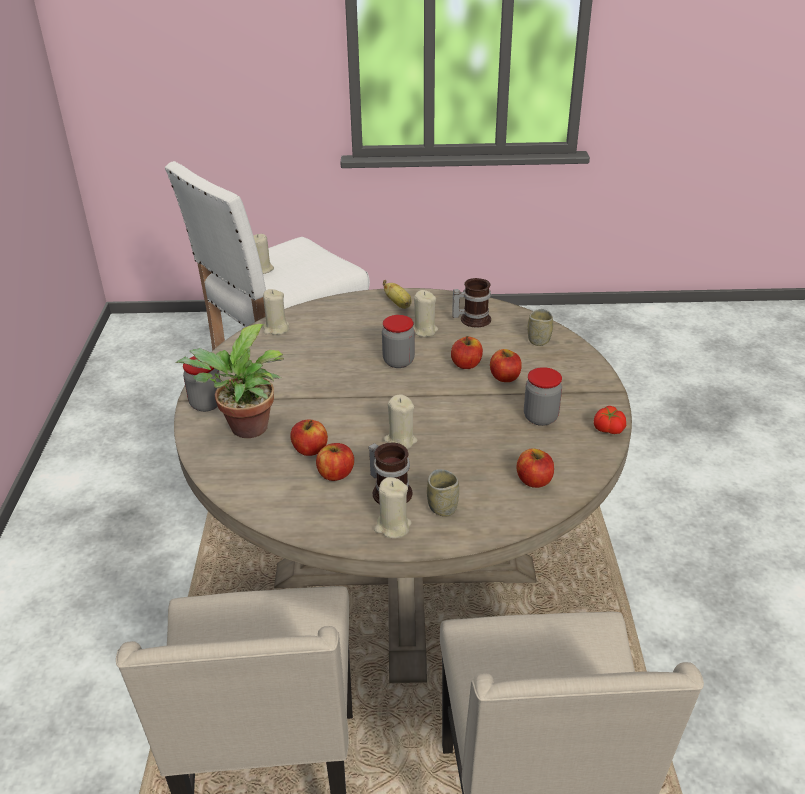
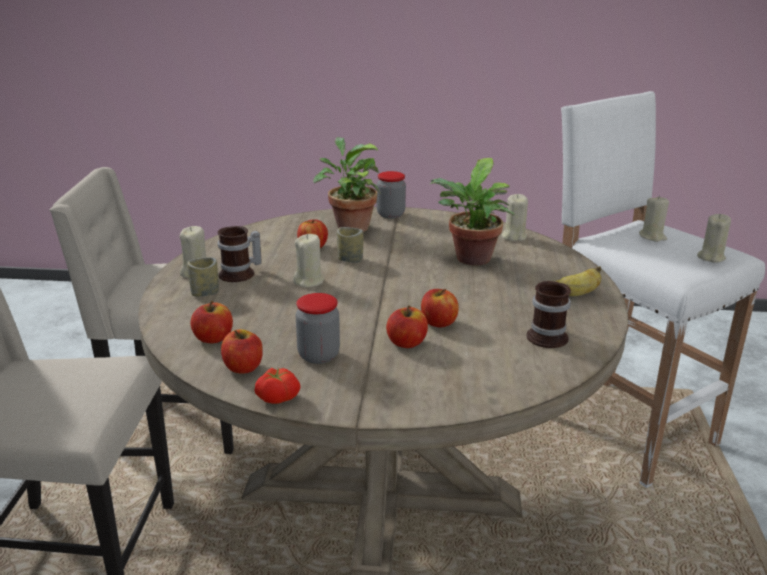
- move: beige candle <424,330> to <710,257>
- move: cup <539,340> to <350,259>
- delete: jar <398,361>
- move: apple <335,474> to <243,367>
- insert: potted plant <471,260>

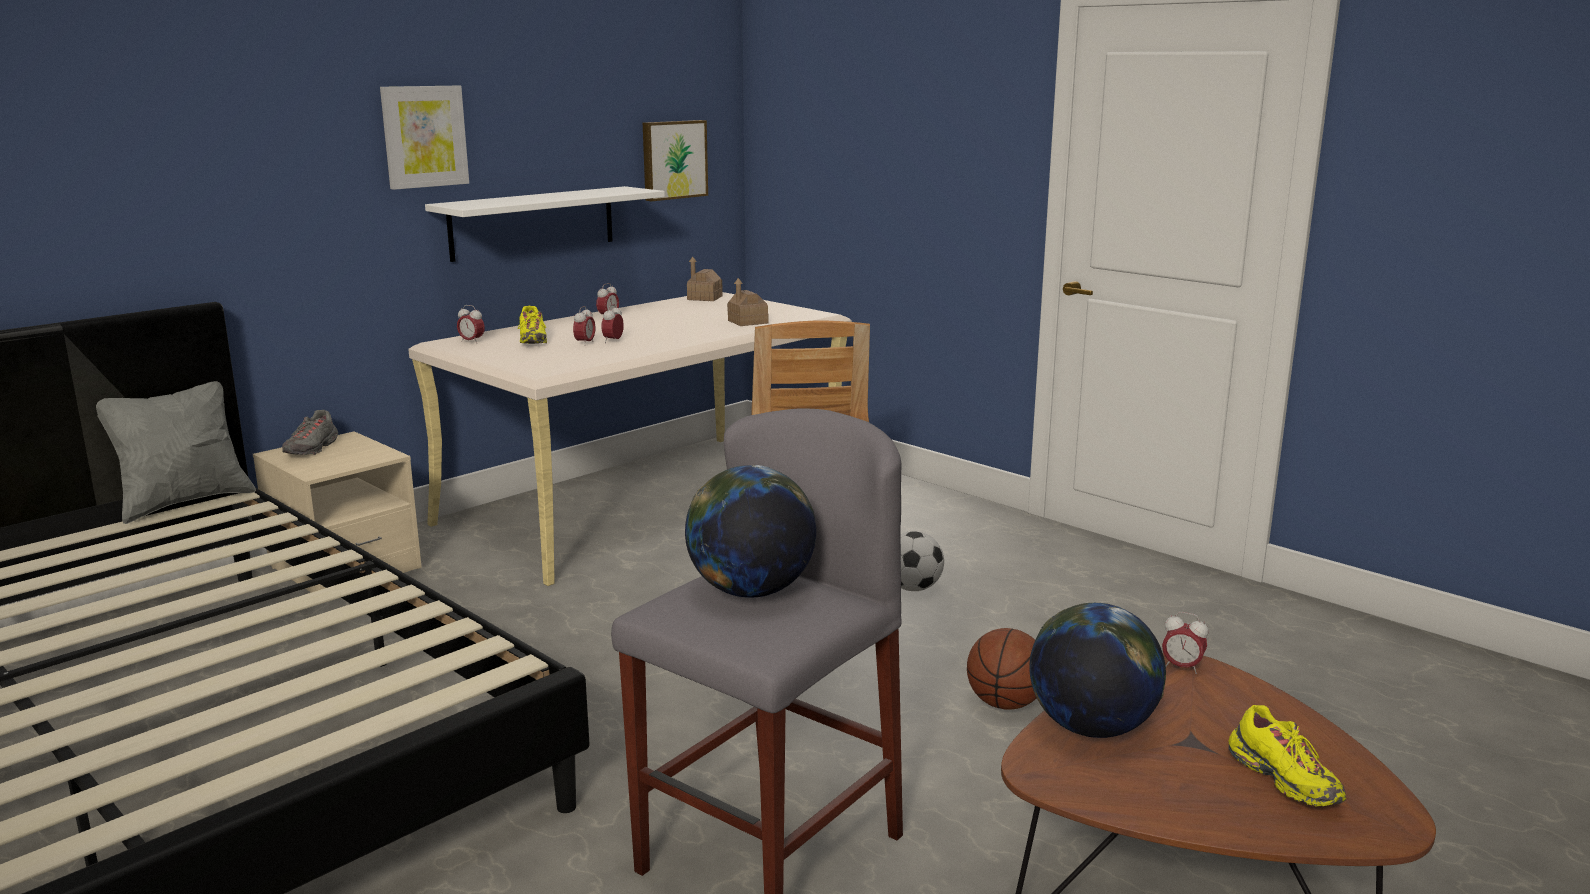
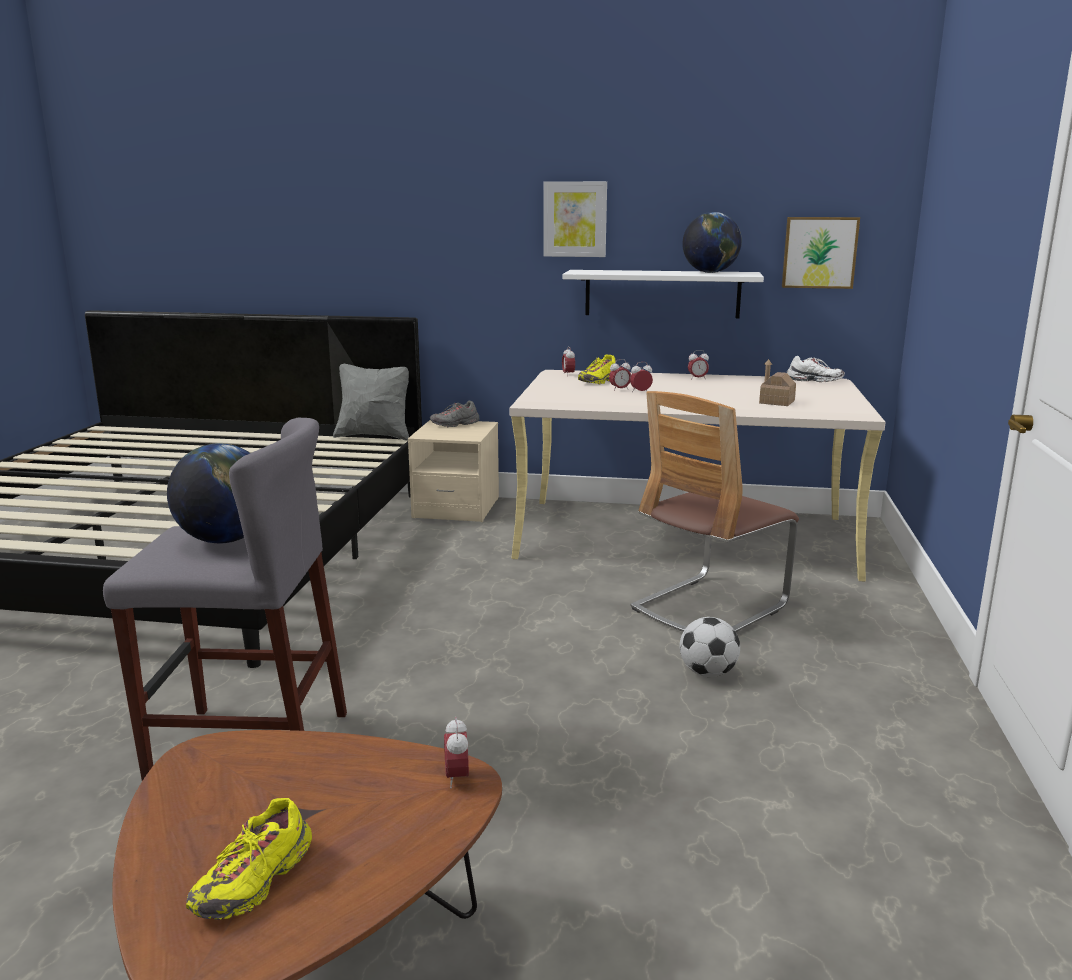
- replace: toy house <704,298> to white shoe <814,381>
- move: globe <1091,728> to <710,273>
- delete: basketball <1004,703>

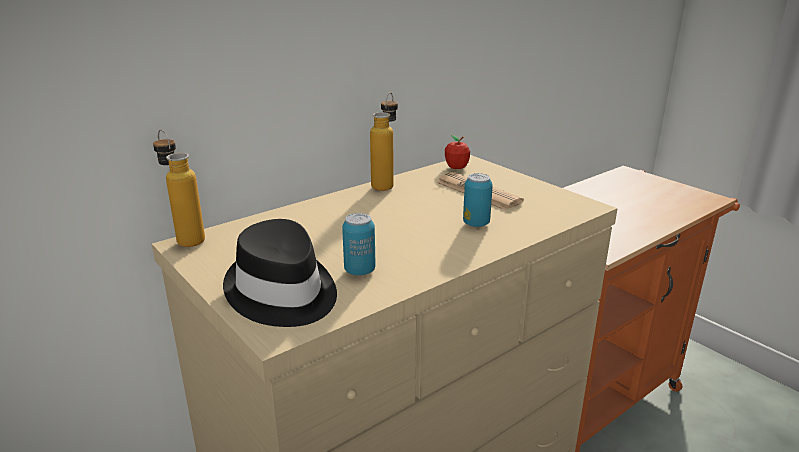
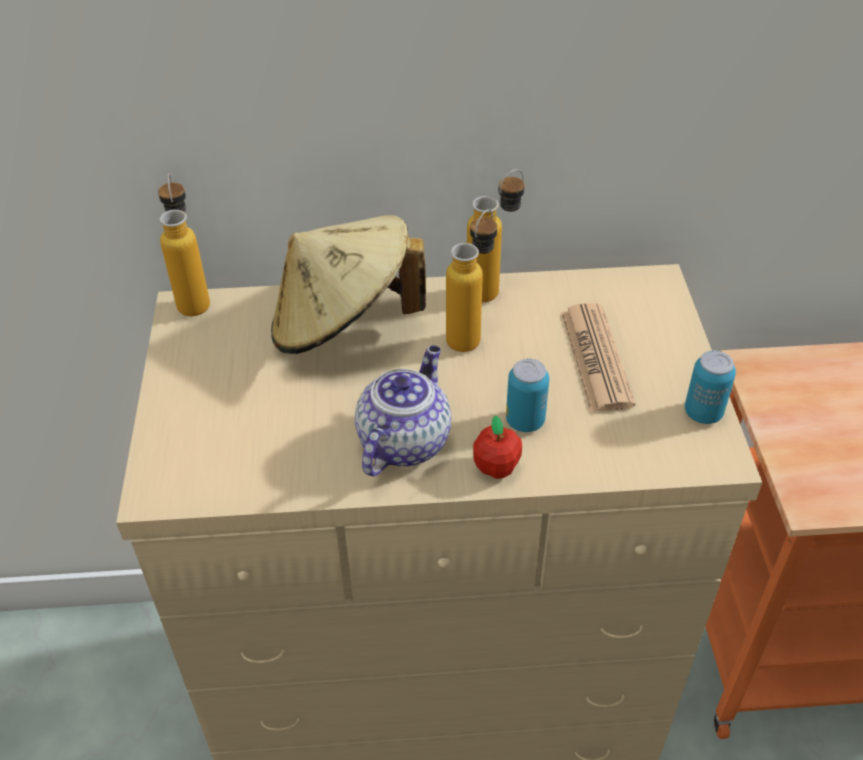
- move: apple <456,167> to <496,468>
- move: can <359,270> to <703,413>
- delete: black hat <282,293>
- insert: bottle <471,333>
- insert: beige hat <344,325>
- insert: teapot <404,441>

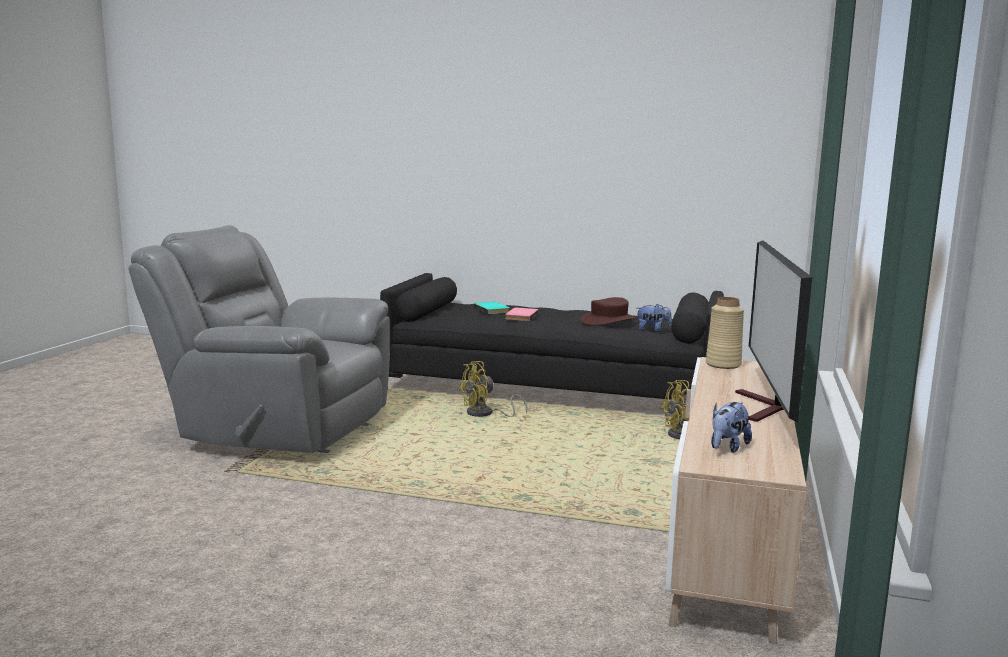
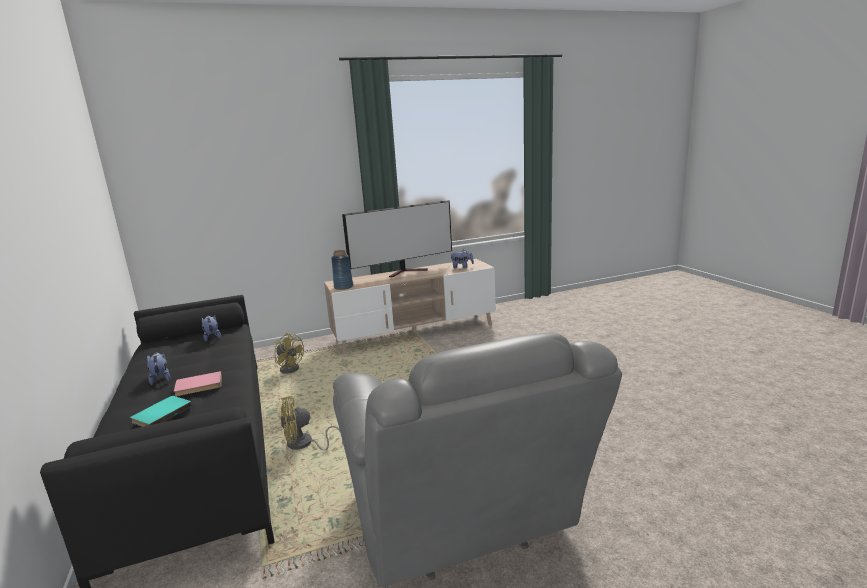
- delete: brown hat <609,321>
- recolor: beige vase <723,364> to blue vase <343,287>
- rotate: yellow fan <485,414> = <304,444> 135 degrees clockwise
- insert: plush toy <161,379>

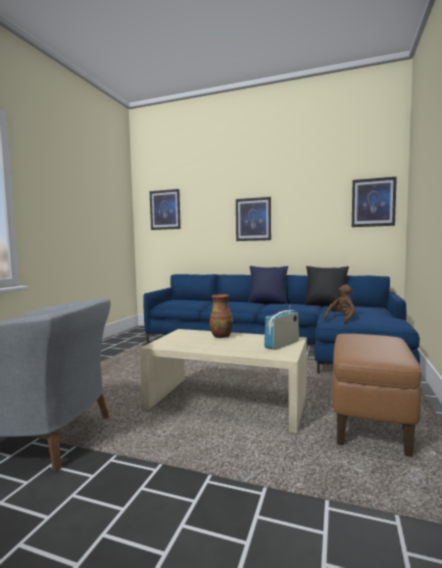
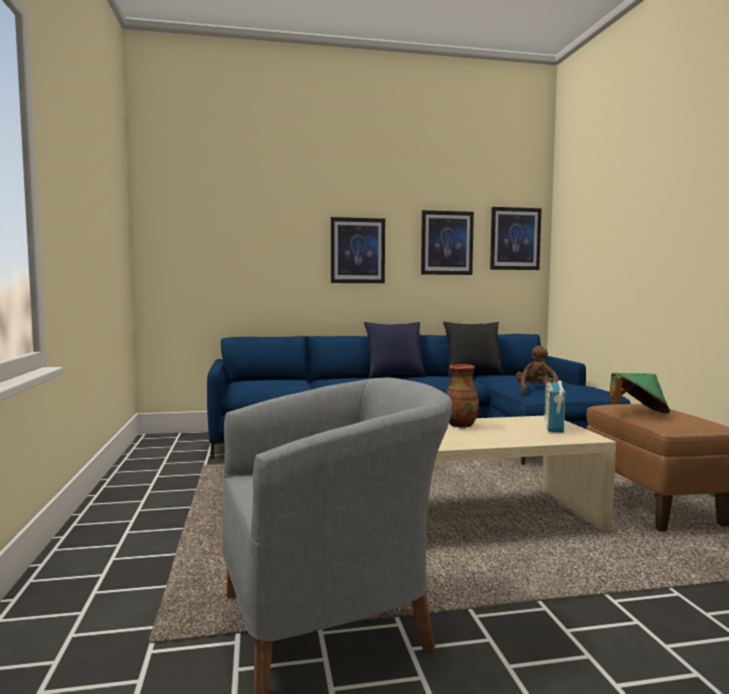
- move: picture <165,210> to <446,243>
- insert: green hat <638,412>

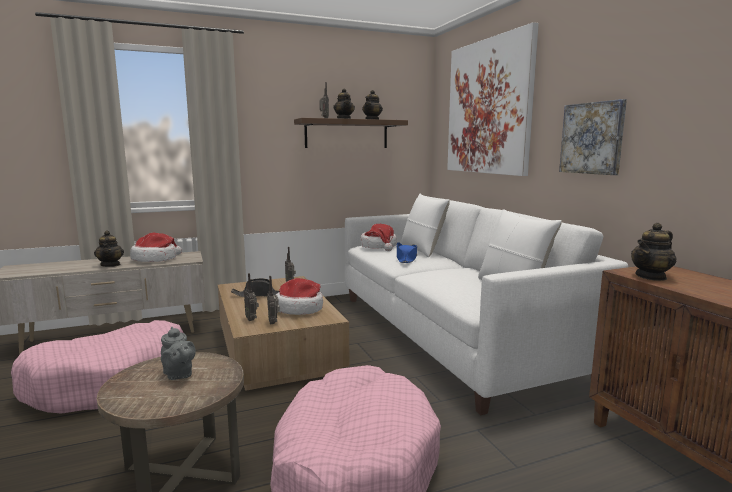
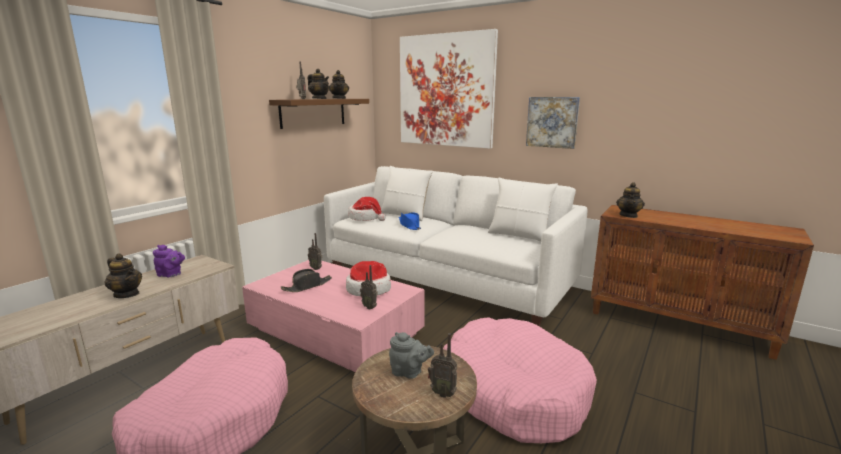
- replace: hat <156,259> to purple teapot <171,275>
- move: radio <252,319> to <442,393>
- recolor: brown coffee table <277,349> to pink coffee table <336,332>

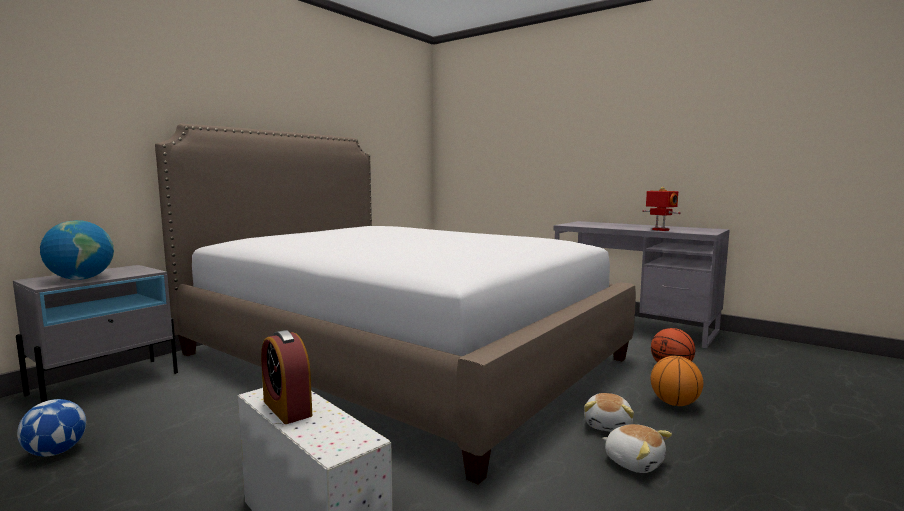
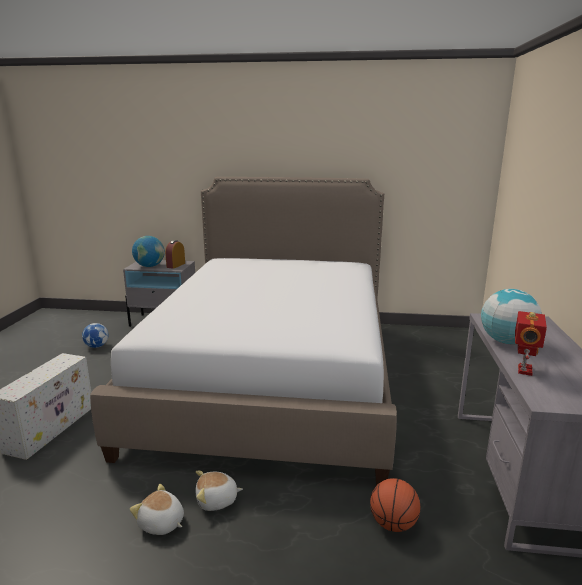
- move: alarm clock <287,408> to <176,265>
- delete: basketball <675,403>
- rotate: plush toy <634,462> = <161,524> 105 degrees clockwise
- insert: globe <506,341>

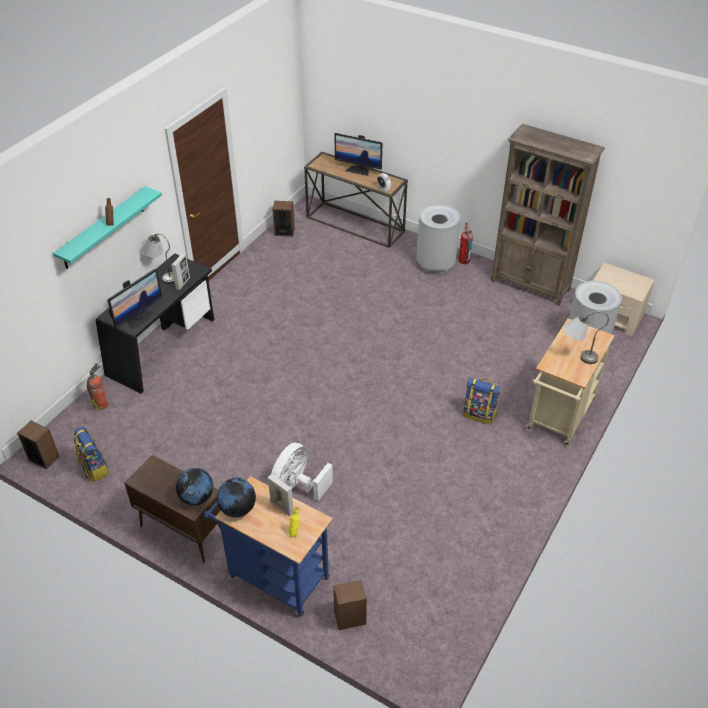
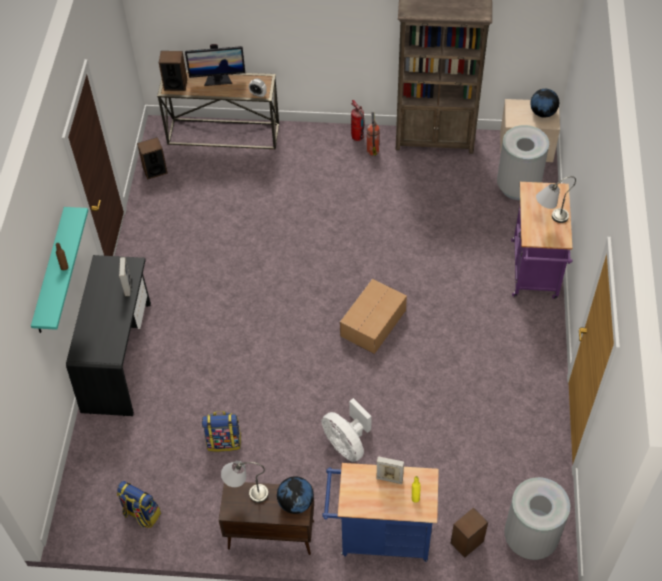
- move: grey trash can <435,264> to <530,538>
- move: grey table lamp <162,275> to <245,492>
- delete: monitor <139,318>
- recolor: beige cart <558,418> to purple cart <534,274>
- move: fire extinguisher <101,404> to <372,150>
- move: backpack <479,414> to <224,441>
- move: speaker <44,458> to <175,84>
- rotate: white fan <297,487> = <347,444> 45 degrees counterclockwise
- move: globe <238,508> to <542,113>
- insert: cardboard box <374,322>

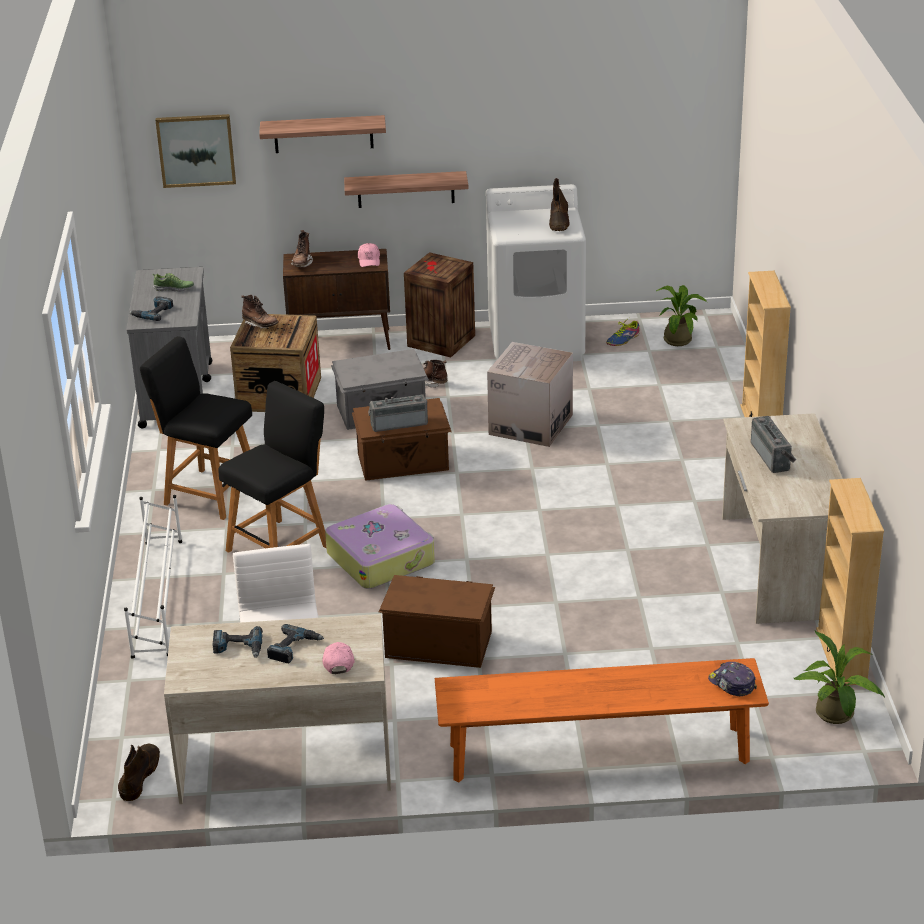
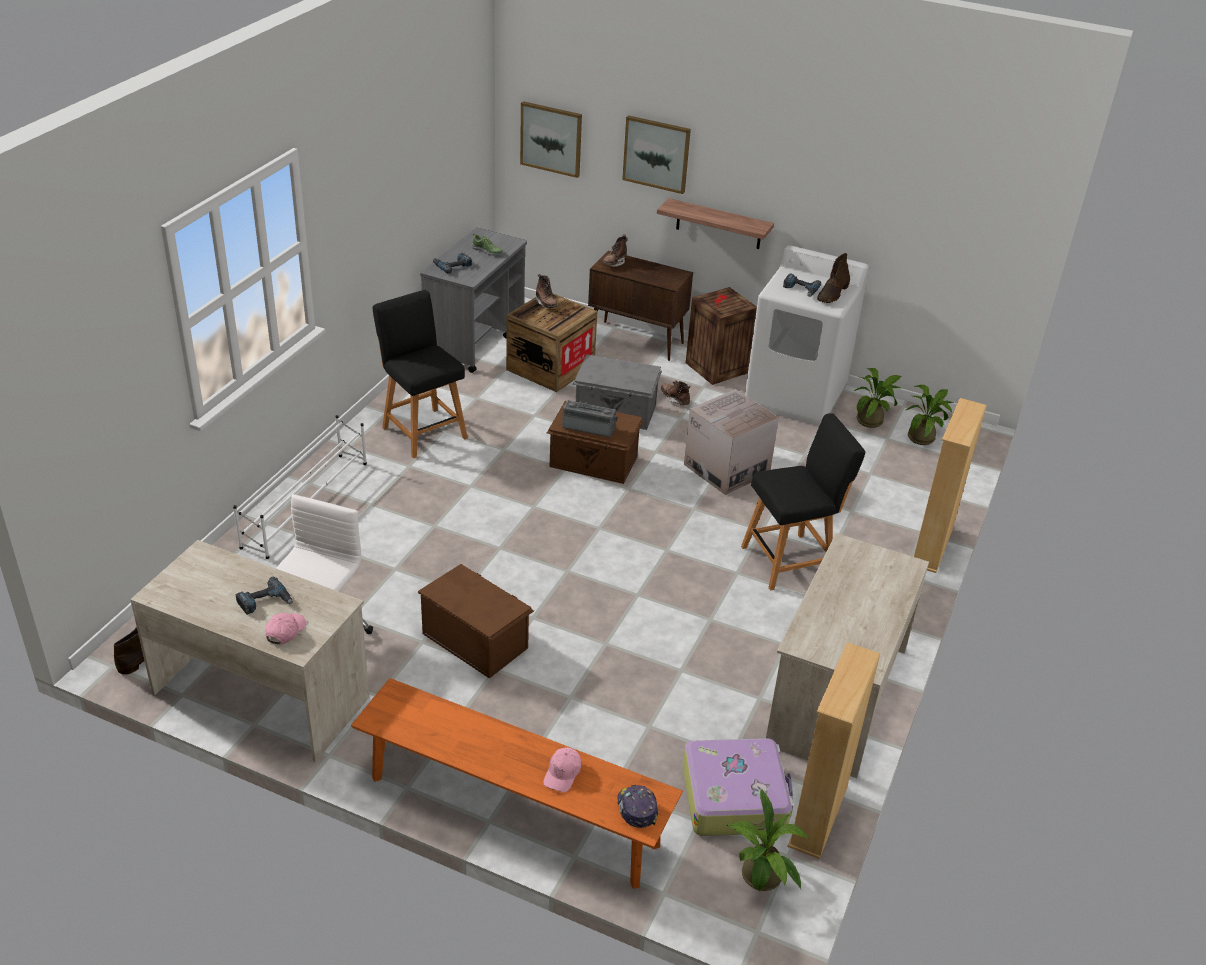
- replace: shelf <323,134> to picture <656,154>
- move: pink cap <369,260> to <562,773>
- replace: shoe <623,339> to potted plant <872,420>
- move: black stool <281,546> to <790,561>
- delete: radio <773,456>
- move: suitcase <381,558> to <735,797>
- move: power drill <238,648> to <800,289>

